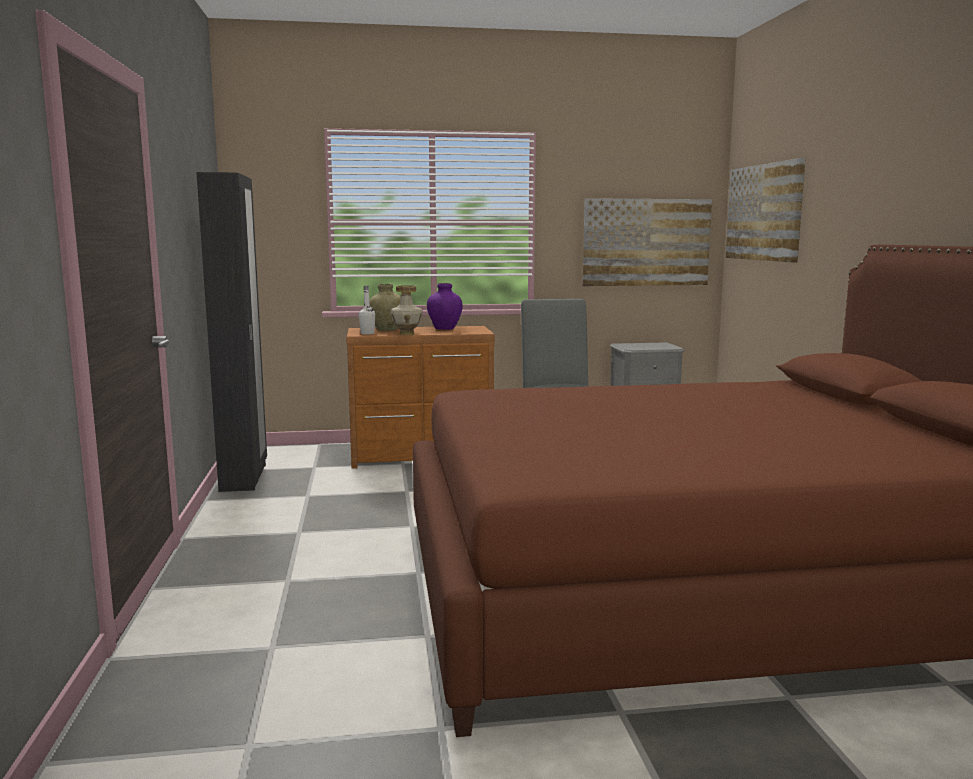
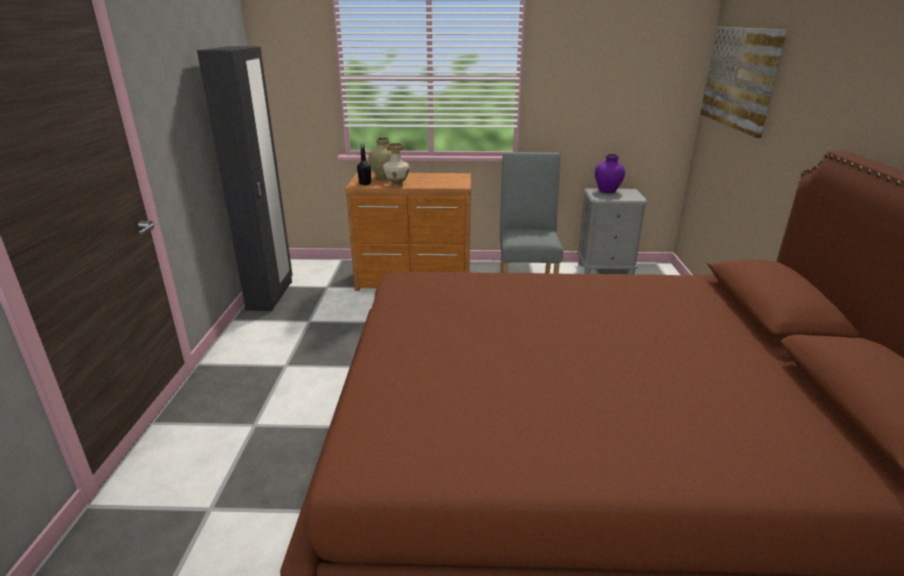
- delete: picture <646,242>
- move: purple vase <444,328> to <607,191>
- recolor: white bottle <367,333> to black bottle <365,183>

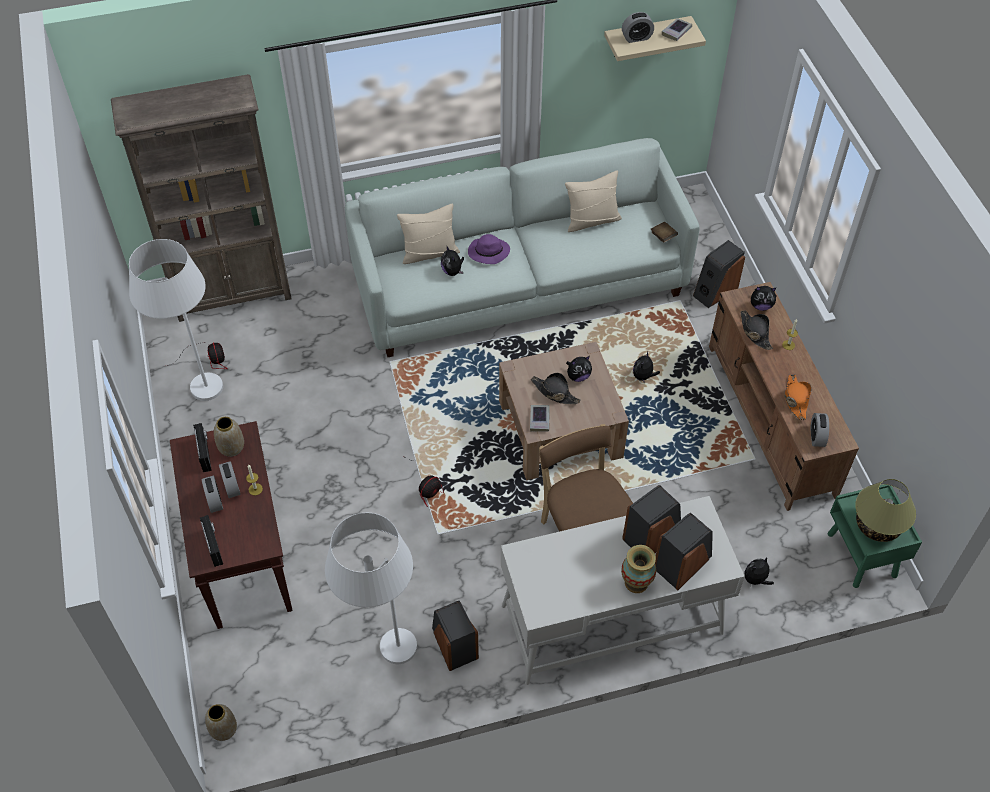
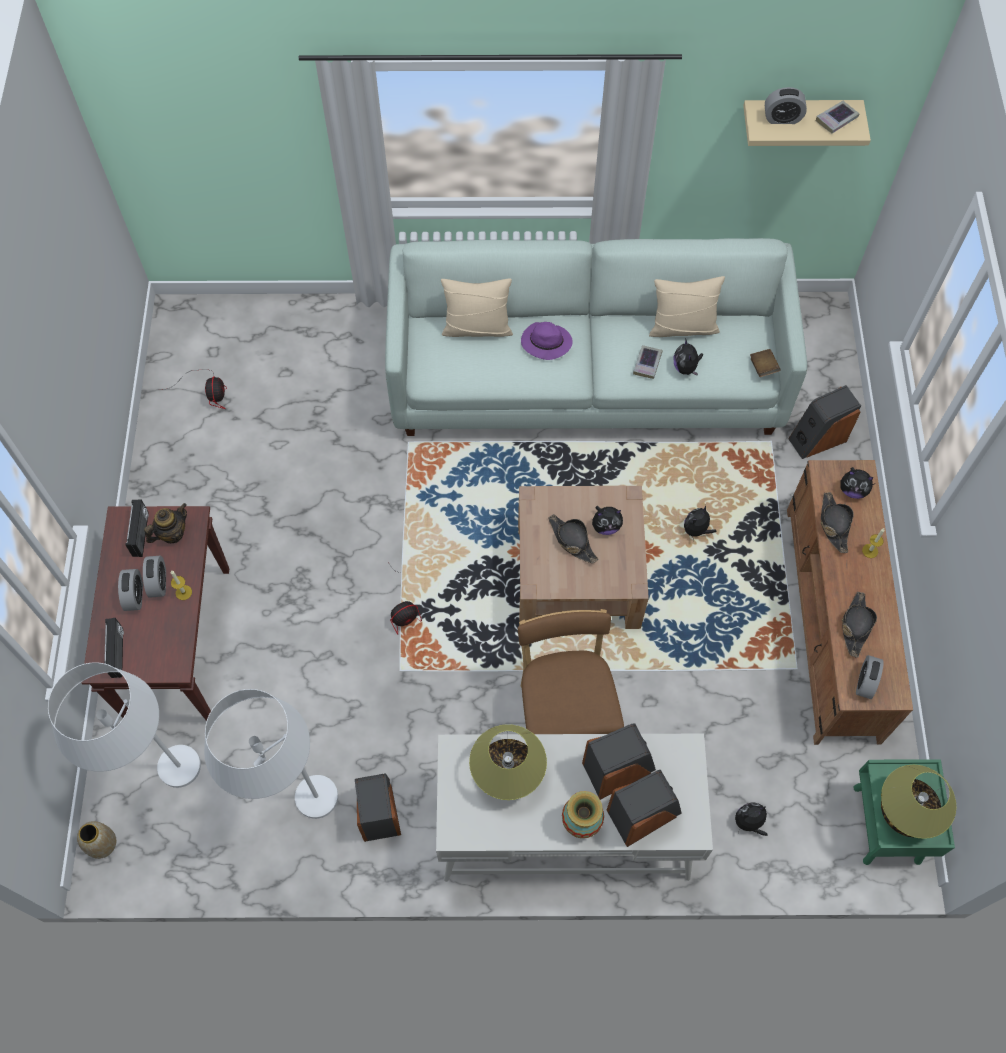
- delete: brown bookcase <233,294>
- move: white floor lamp <203,402> to <169,789>
- move: plush toy <452,271> to <685,368>
- recolor: orange hat <796,399> to black hat <855,625>
- move: book <539,419> to <647,363>
- replace: vase <231,447> to teapot <172,533>
- insert: table lamp <508,772>

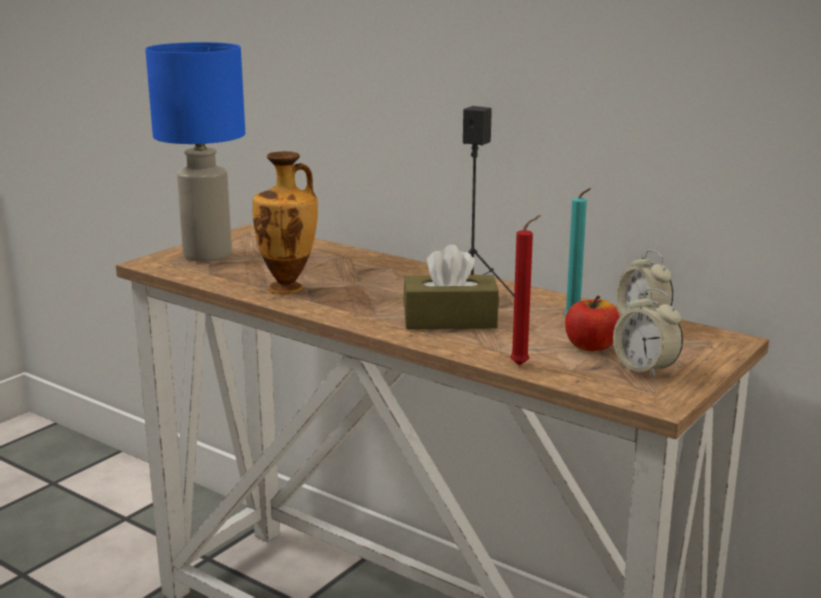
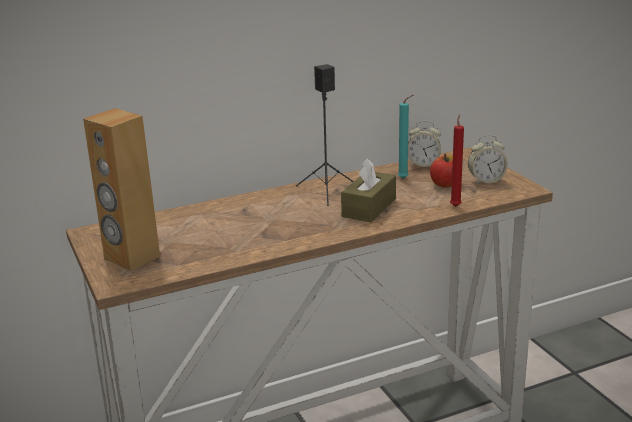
- replace: blue table lamp <208,255> to brown speaker <131,258>
- delete: vase <288,288>

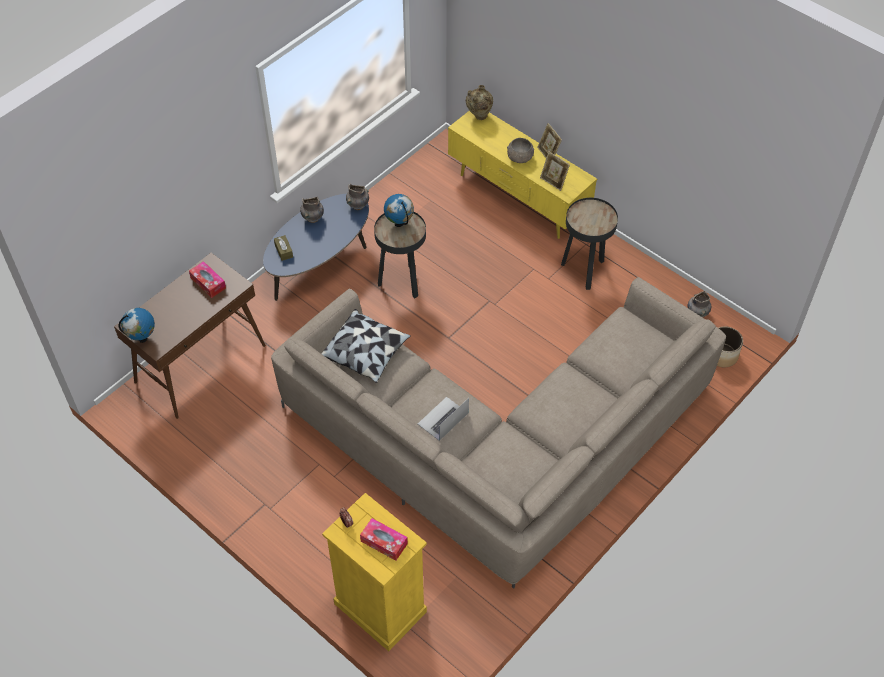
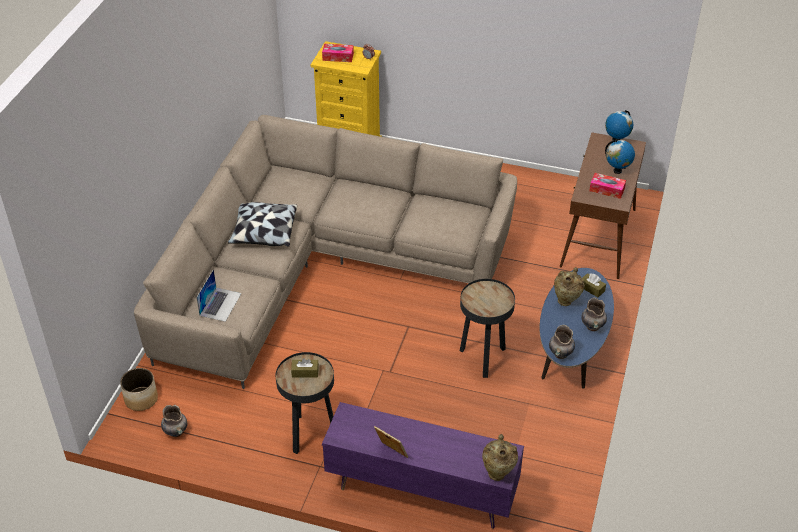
- recolor: yellow tv stand <517,198> to purple tv stand <421,493>
- delete: grey bowl <520,158>
- delete: picture frame <553,181>
- move: globe <399,223> to <617,171>
- move: pillow <366,353> to <264,233>
- move: laptop <443,418> to <220,304>
- insert: beige vase <566,301>
- insert: brown tissue box <305,372>

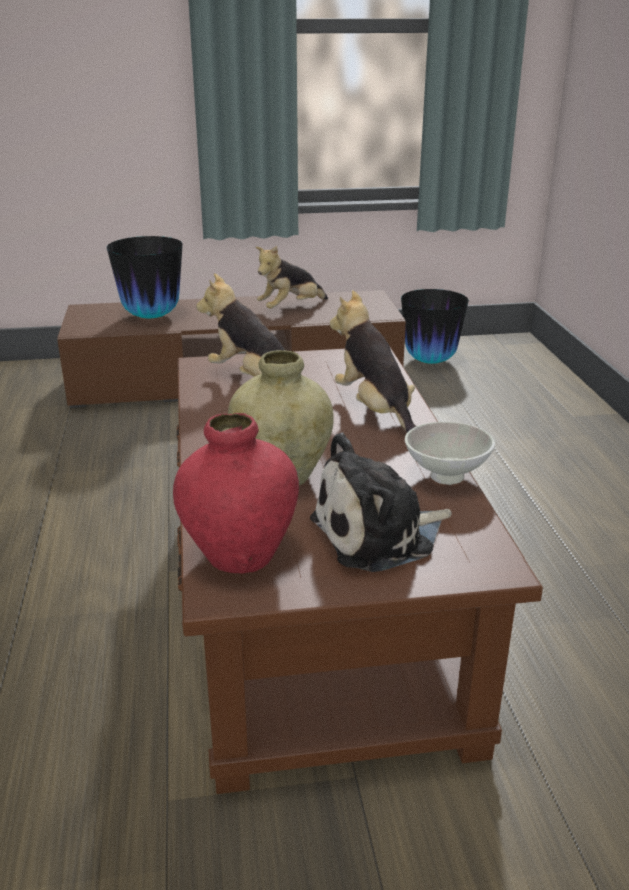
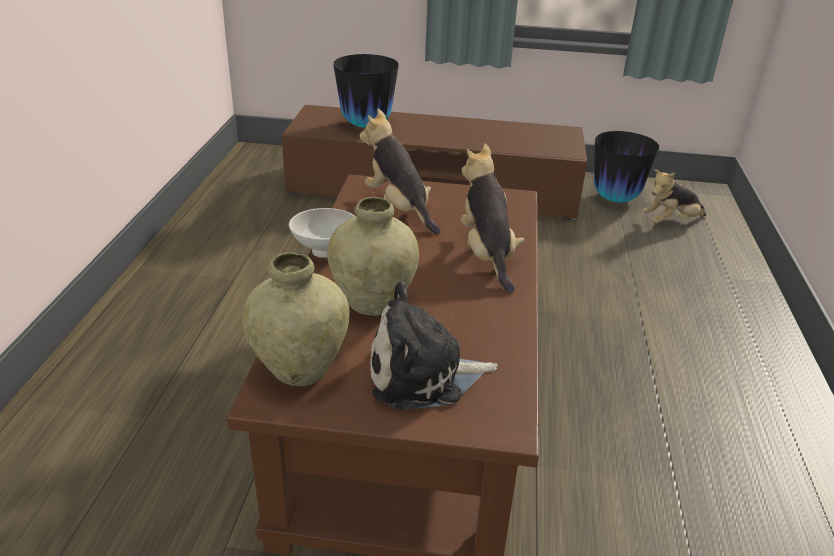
- move: plush toy <290,308> to <671,222>
- recolor: red vase <240,555> to beige vase <300,369>
- move: white bowl <444,476> to <323,250>

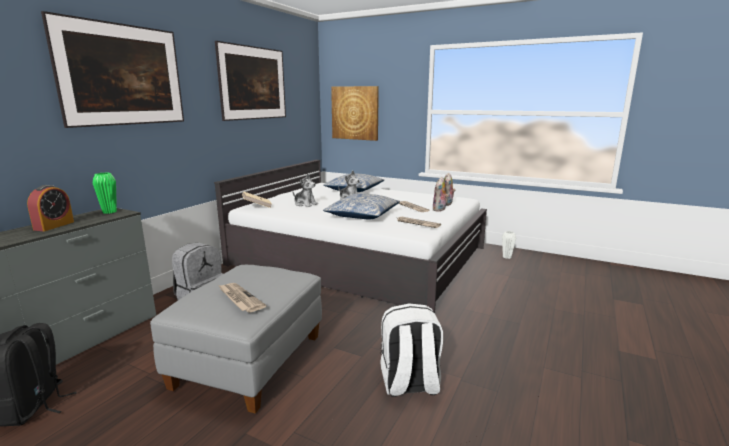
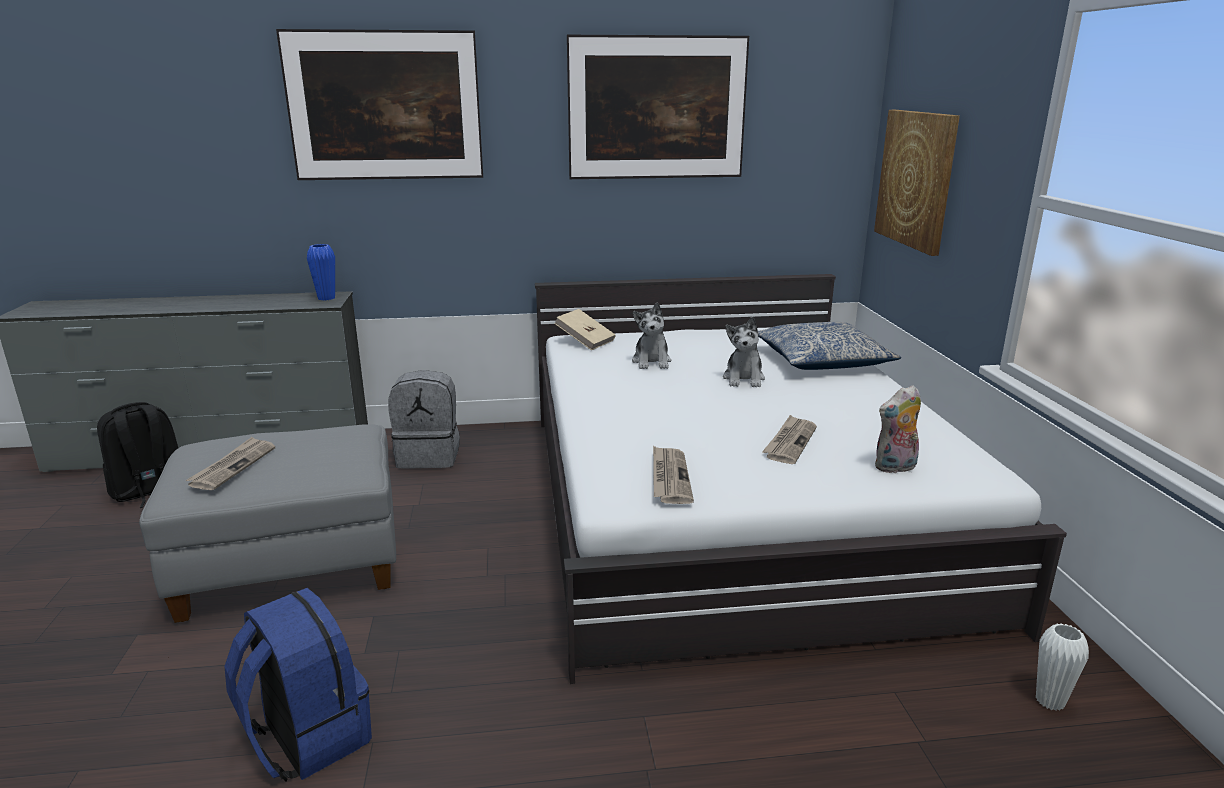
- recolor: green vase <109,212> to blue vase <326,298>
- delete: plush toy <439,210>
- delete: alarm clock <54,226>
- delete: pillow <362,215>
- recolor: white backpack <409,384> to blue backpack <306,737>

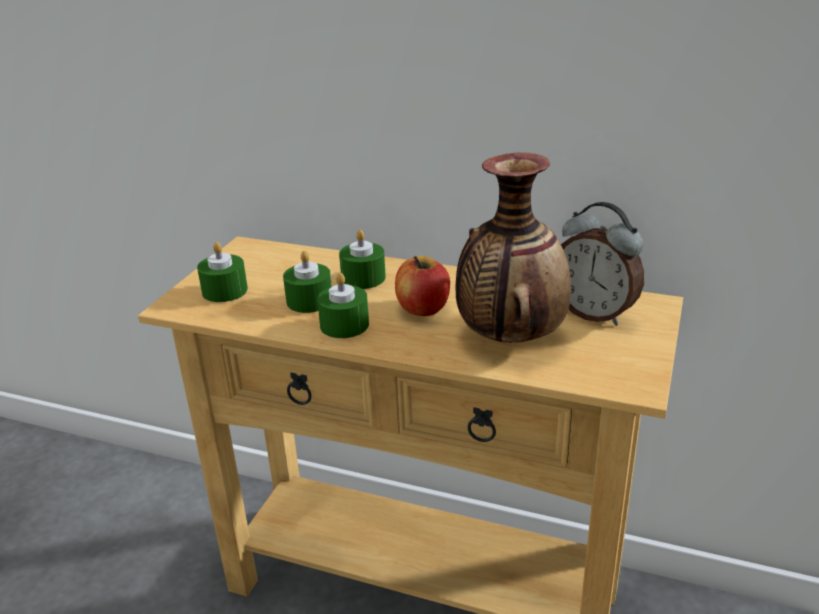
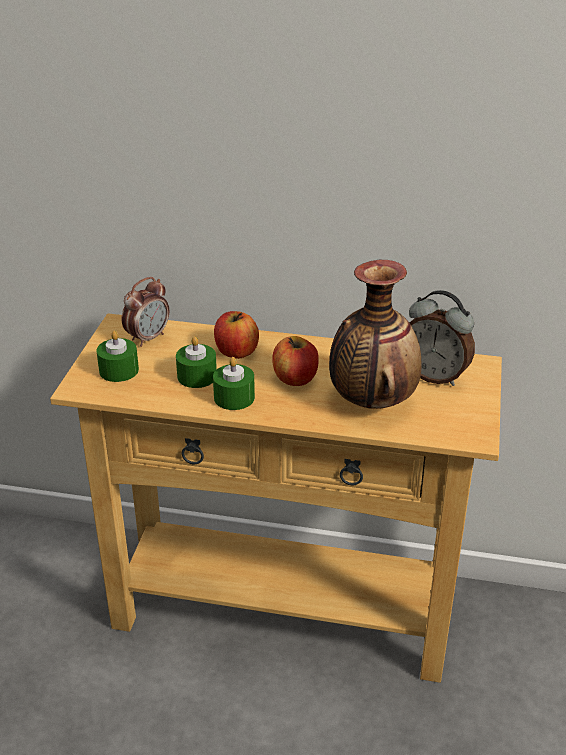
- replace: green candle <363,278> to apple <236,352>
- insert: alarm clock <148,338>

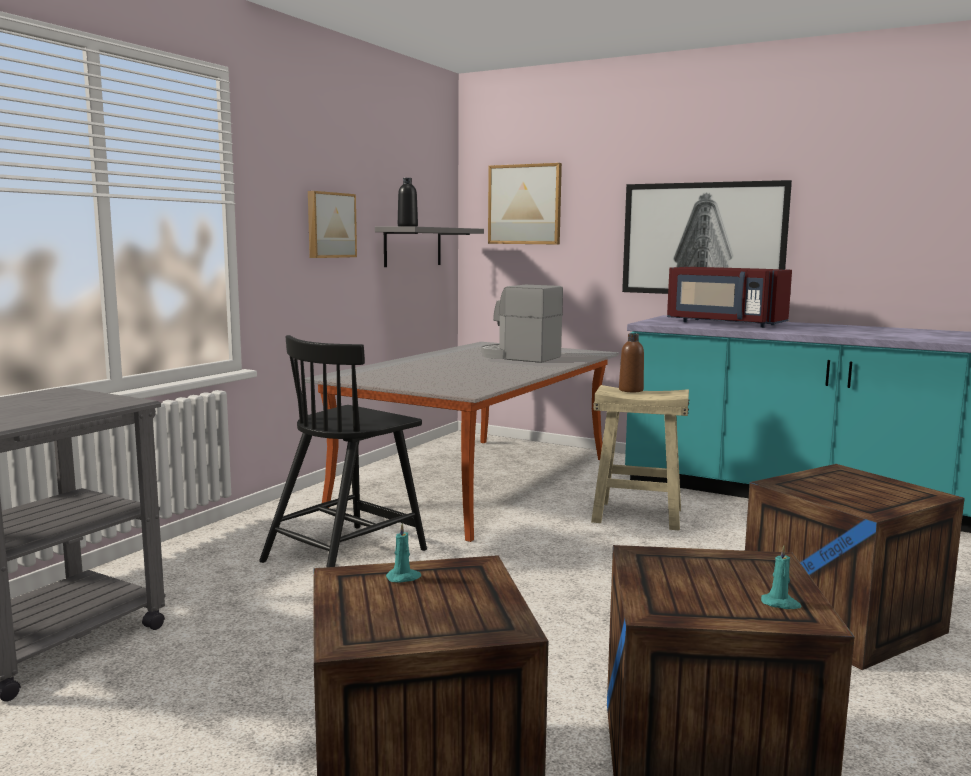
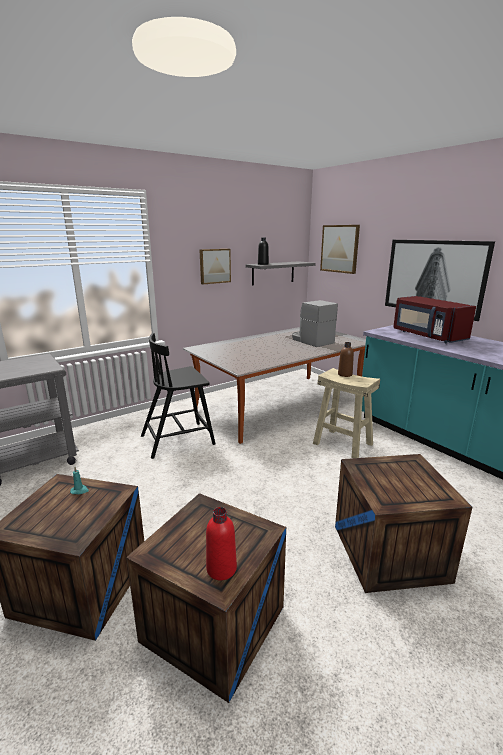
- replace: turquoise candle <781,604> to red bottle <221,568>

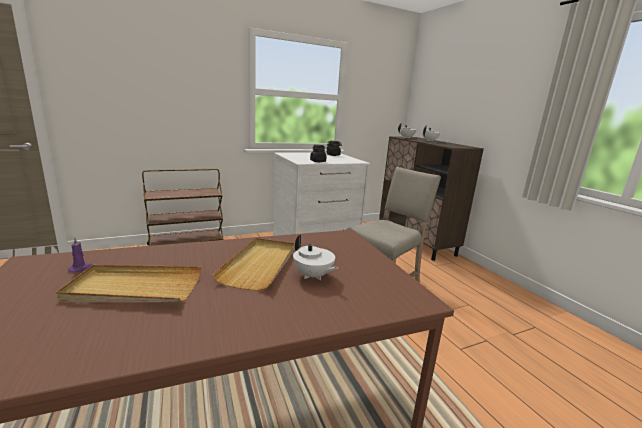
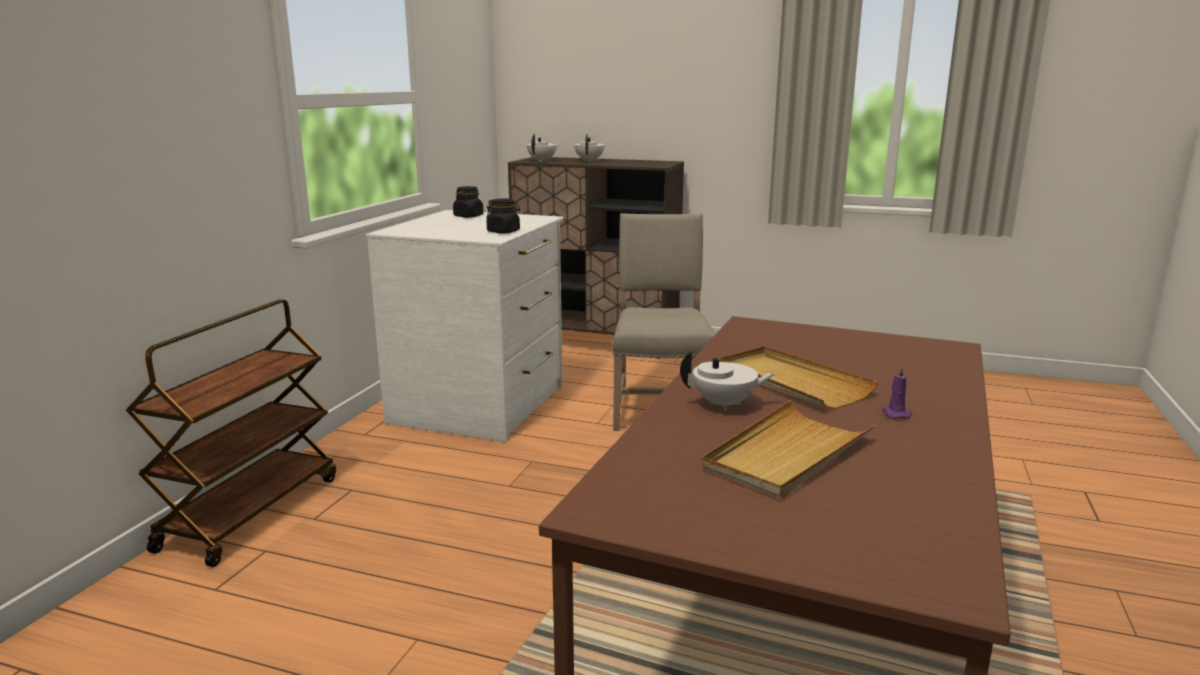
- move: white teapot <313,276> to <724,404>
- move: purple candle <81,268> to <895,413>

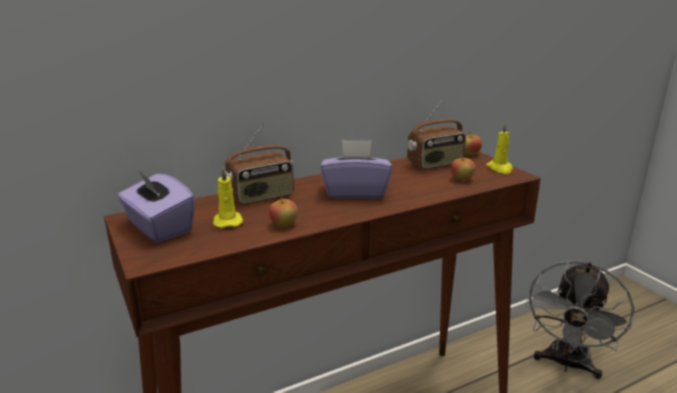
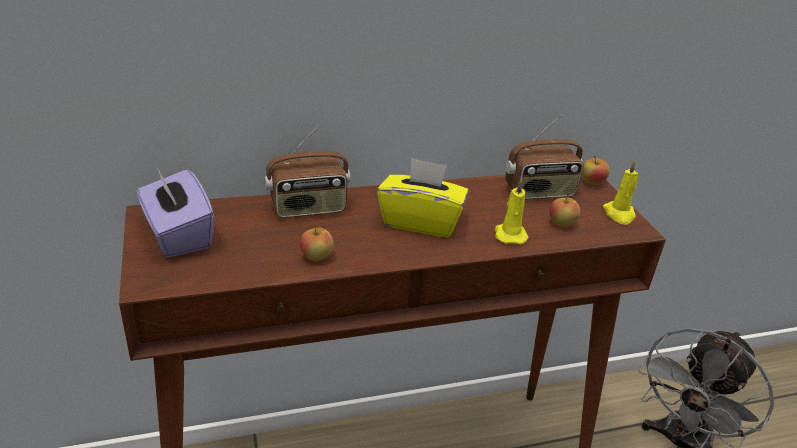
- recolor: purple tissue box <355,192> to yellow tissue box <421,221>
- move: yellow candle <227,221> to <510,234>

